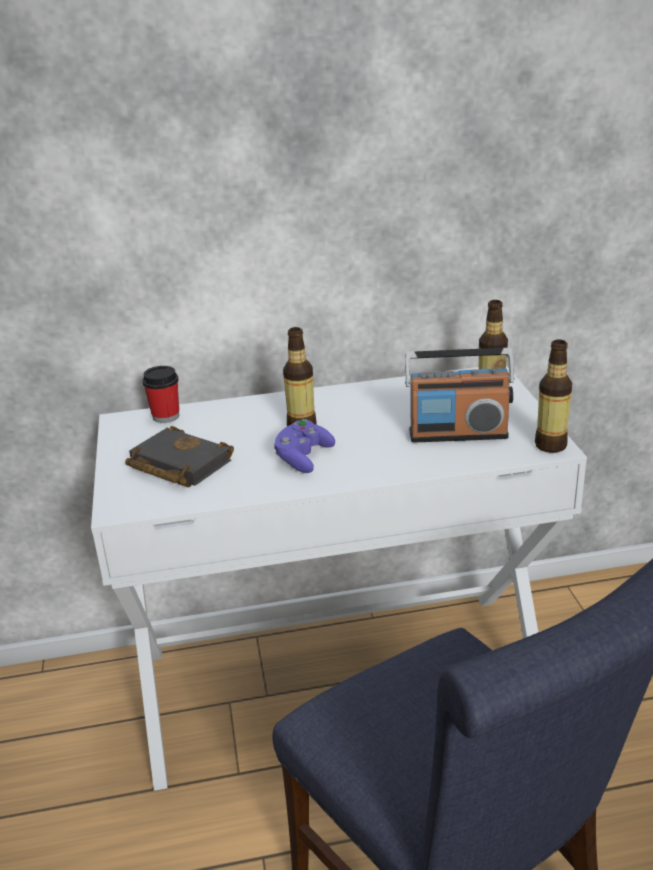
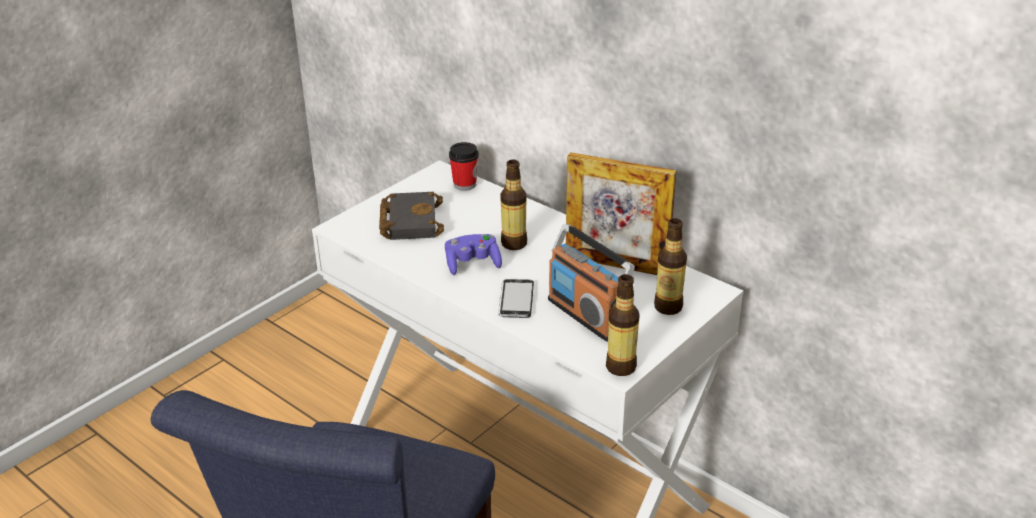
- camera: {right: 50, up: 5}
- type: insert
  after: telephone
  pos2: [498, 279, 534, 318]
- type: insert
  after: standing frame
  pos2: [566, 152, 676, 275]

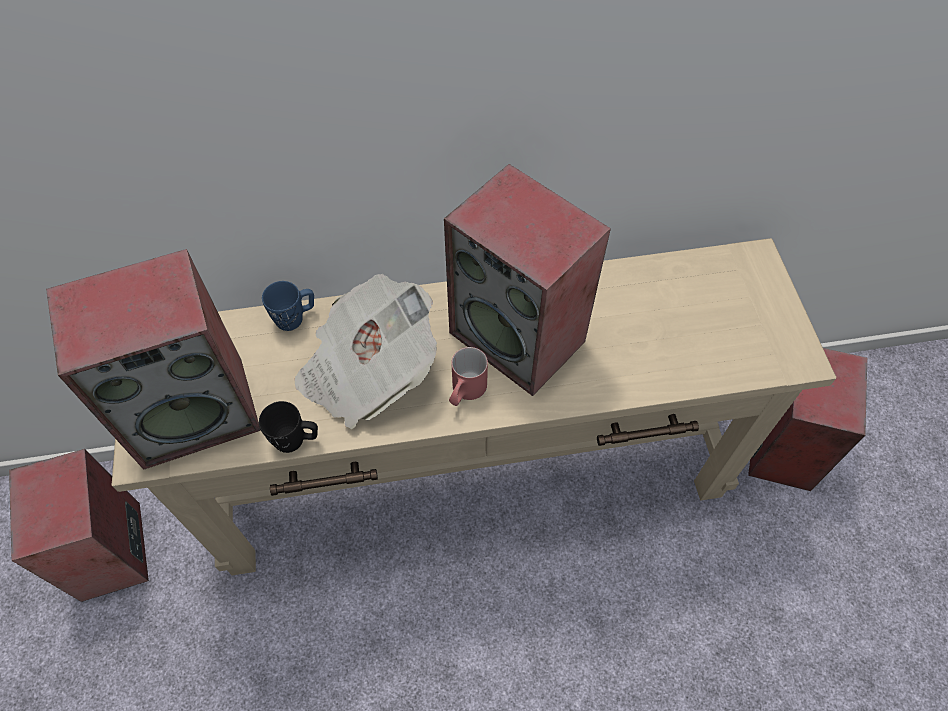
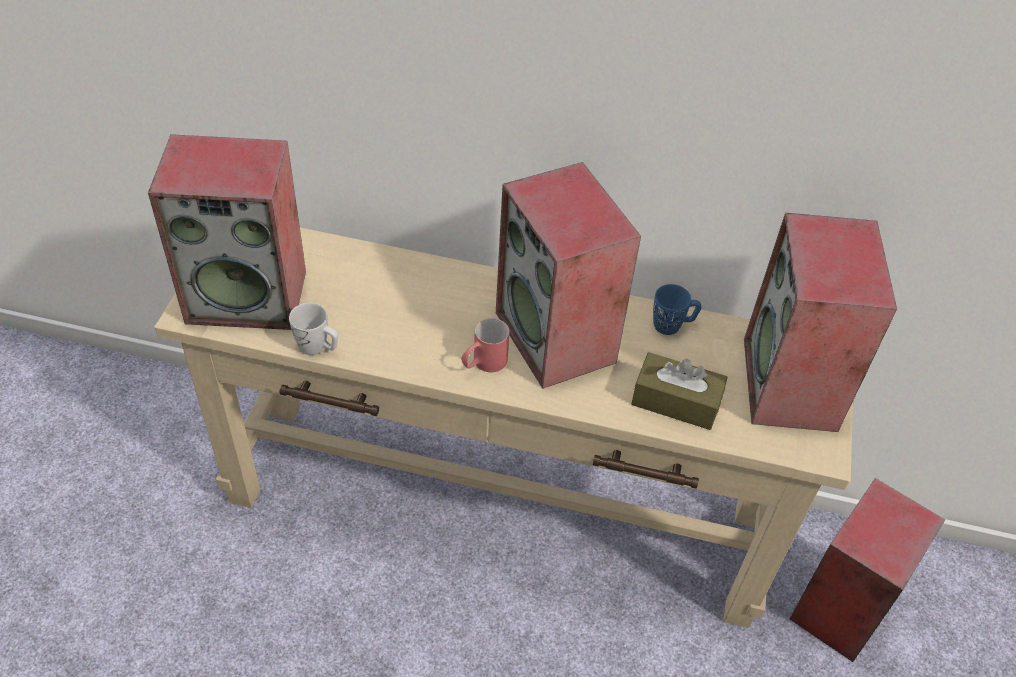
- camera: {right: 20, up: -10}
- type: delete
  before: printed paper
  pos1: [294, 274, 437, 429]
- type: insert
  after: box of tissues (brownish)
  pos2: [631, 352, 728, 430]
- type: move
  before: loudspeaker
  pos1: [9, 449, 149, 602]
  pos2: [744, 213, 897, 432]
- type: move
  before: mug (bluish)
  pos1: [262, 281, 314, 331]
  pos2: [653, 284, 702, 335]
- type: recolor
  before: mug (black-coloured)
  after: mug (whitish)
  pos1: [259, 401, 318, 453]
  pos2: [289, 303, 338, 355]

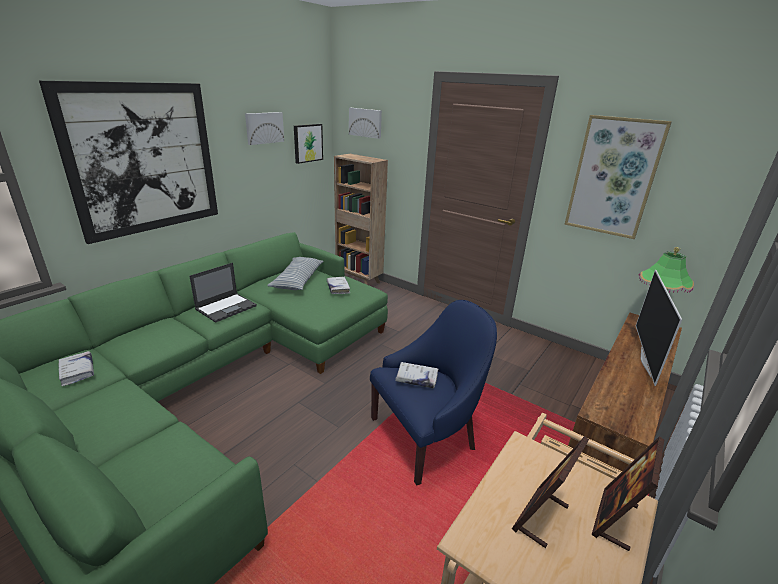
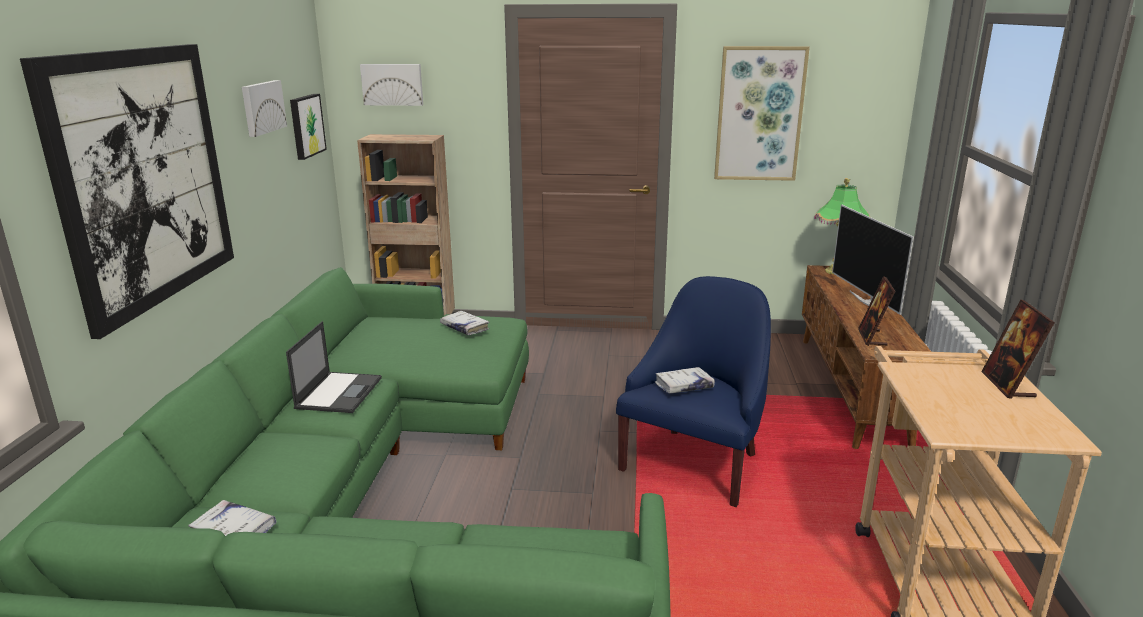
- camera: {right: -30, up: -5}
- type: delete
  before: pillow
  pos1: [267, 257, 324, 290]
- type: move
  before: standing frame
  pos1: [512, 436, 589, 548]
  pos2: [858, 276, 895, 346]

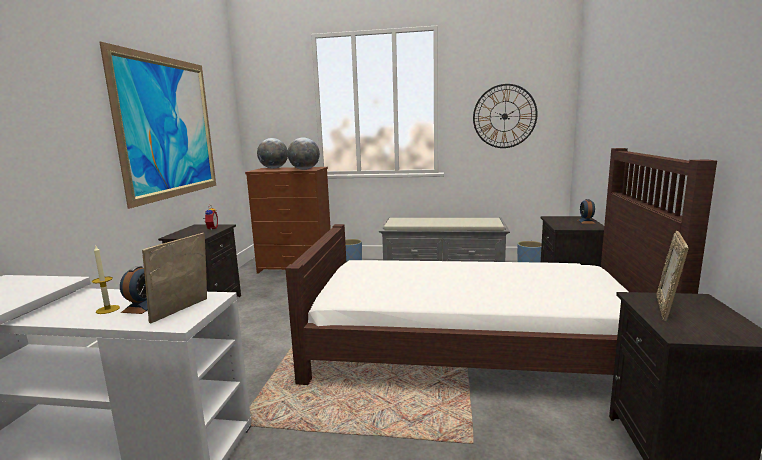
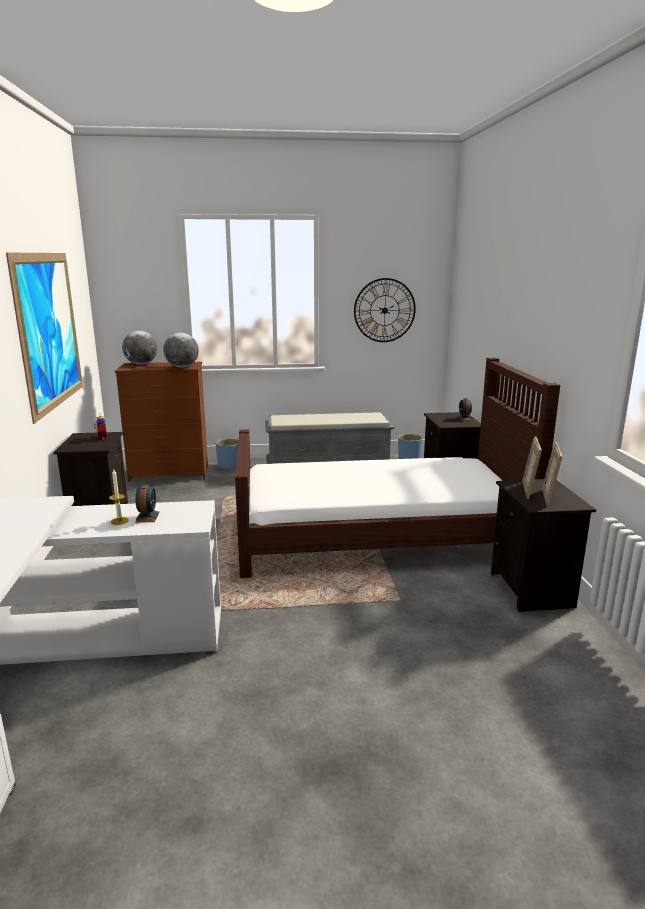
- camera: {right: -15, up: 5}
- type: move
  before: standing frame
  pos1: [142, 233, 207, 324]
  pos2: [542, 442, 562, 506]

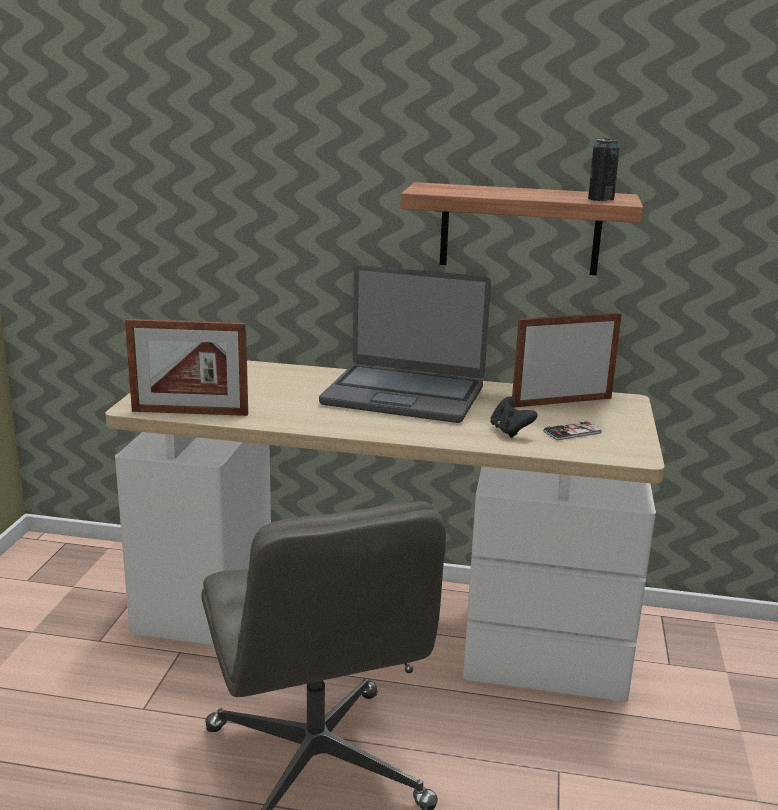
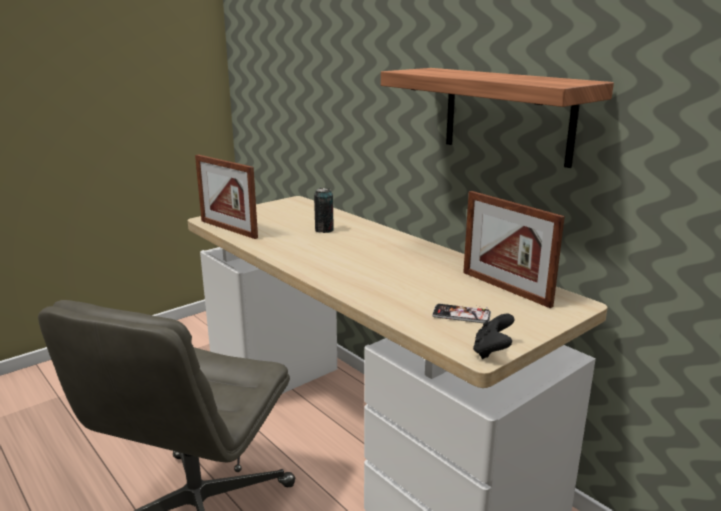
- camera: {right: 40, up: 0}
- type: delete
  before: laptop
  pos1: [319, 265, 491, 423]
- type: move
  before: gamepad (black-coloured)
  pos1: [490, 396, 538, 438]
  pos2: [473, 313, 514, 359]
- type: move
  before: can
  pos1: [588, 138, 620, 201]
  pos2: [314, 188, 334, 233]
- type: rotate
  before: standing frame
  pos1: [512, 312, 622, 408]
  pos2: [463, 191, 565, 308]
  turn: -150

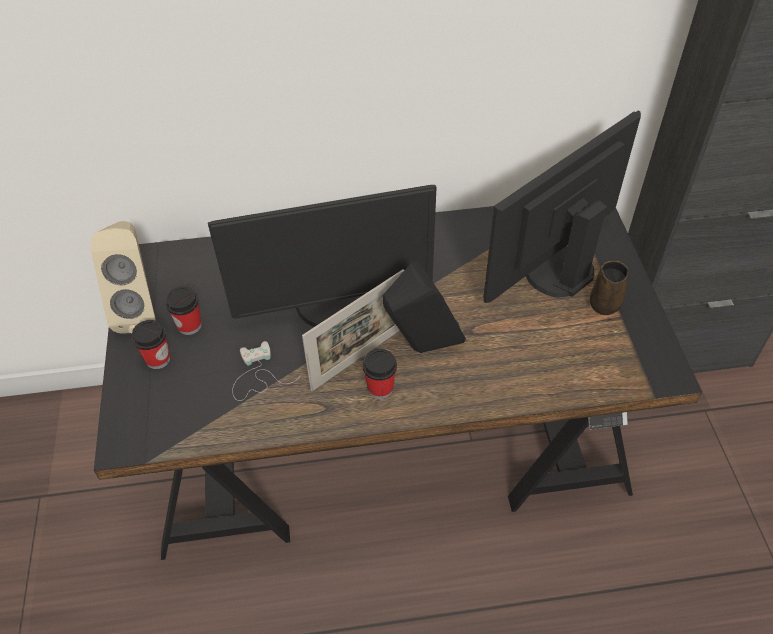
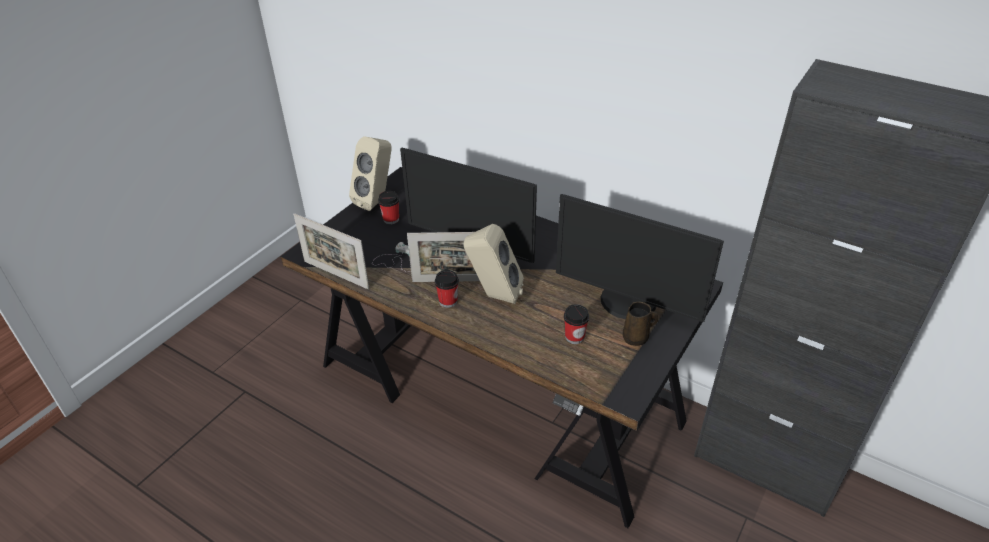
- camera: {right: 40, up: -10}
- type: insert
  after: standing frame
  pos2: [293, 213, 369, 290]
- type: move
  before: cup
  pos1: [132, 320, 170, 369]
  pos2: [564, 304, 589, 344]
- type: recolor
  before: loudspeaker (black-coloured)
  after: loudspeaker (beige)
  pos1: [383, 261, 466, 353]
  pos2: [464, 224, 524, 304]
- type: rotate
  before: computer display
  pos1: [483, 111, 641, 303]
  pos2: [556, 194, 724, 322]
  turn: -150

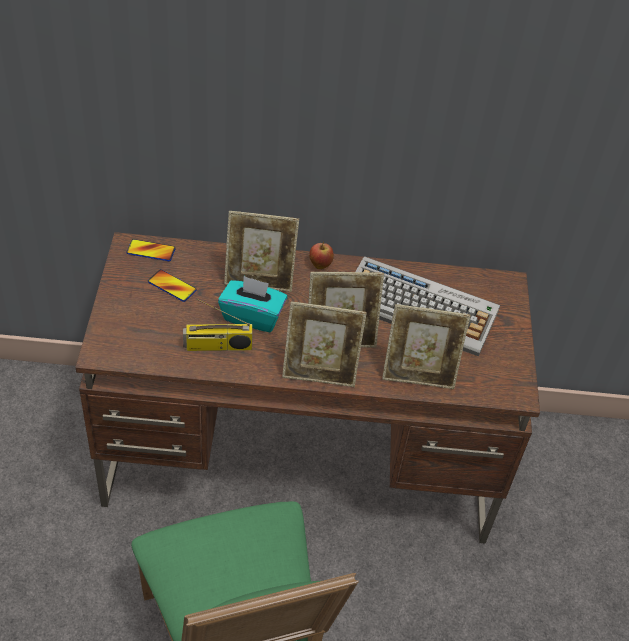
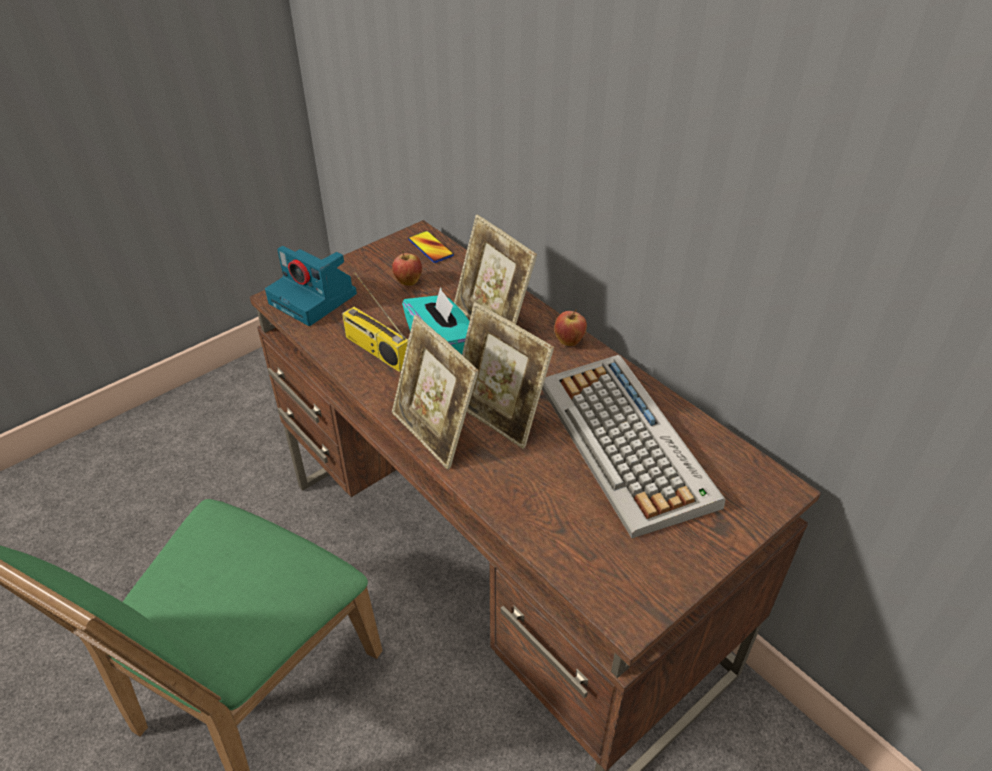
- camera: {right: 50, up: -5}
- type: delete
  before: standing frame
  pos1: [382, 304, 471, 389]
- type: insert
  after: still camera
  pos2: [265, 246, 357, 326]
- type: replace
  before: telephone
  after: whole apple
  pos1: [148, 269, 197, 302]
  pos2: [392, 251, 422, 286]

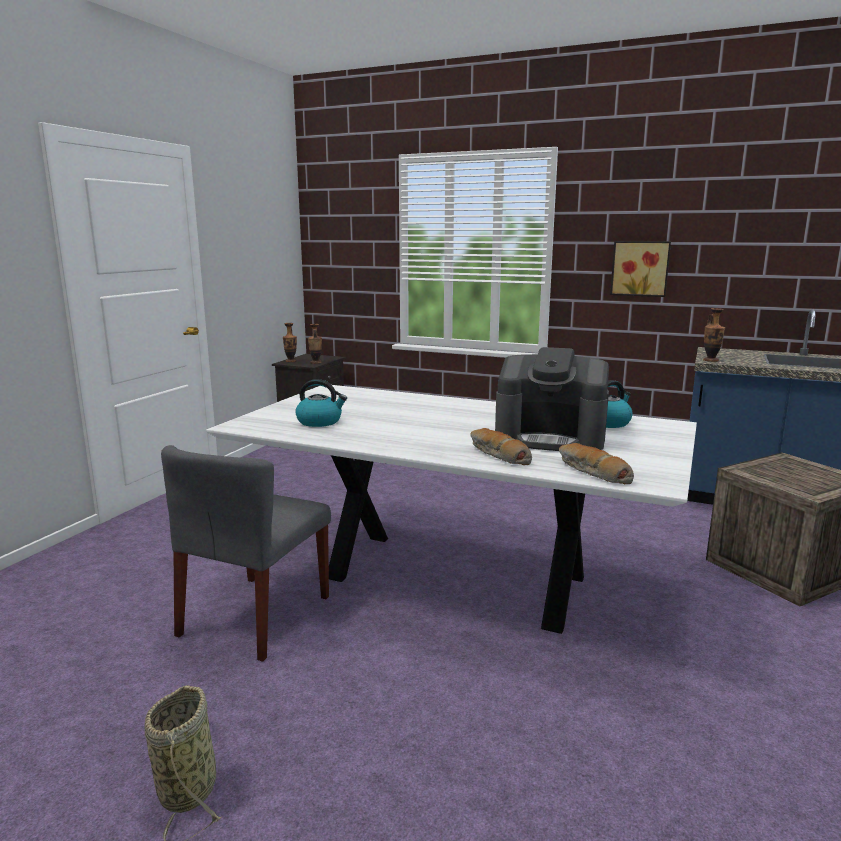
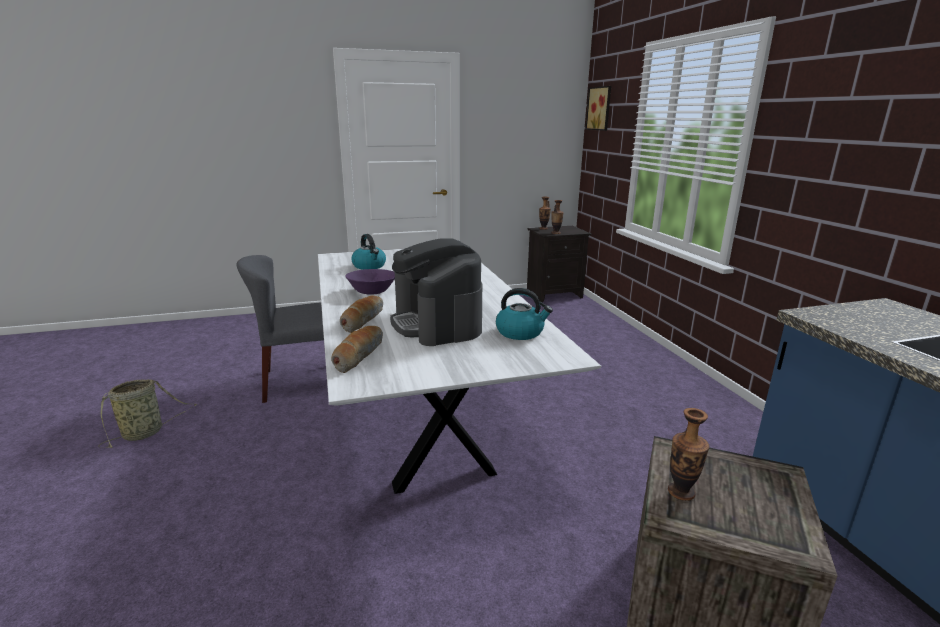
- camera: {right: 50, up: 5}
- type: insert
  after: deep dish (purple)
  pos2: [345, 269, 395, 295]
- type: move
  before: wall picture
  pos1: [610, 241, 671, 297]
  pos2: [585, 86, 611, 131]
- type: move
  before: flower vase
  pos1: [703, 308, 725, 362]
  pos2: [668, 408, 709, 501]

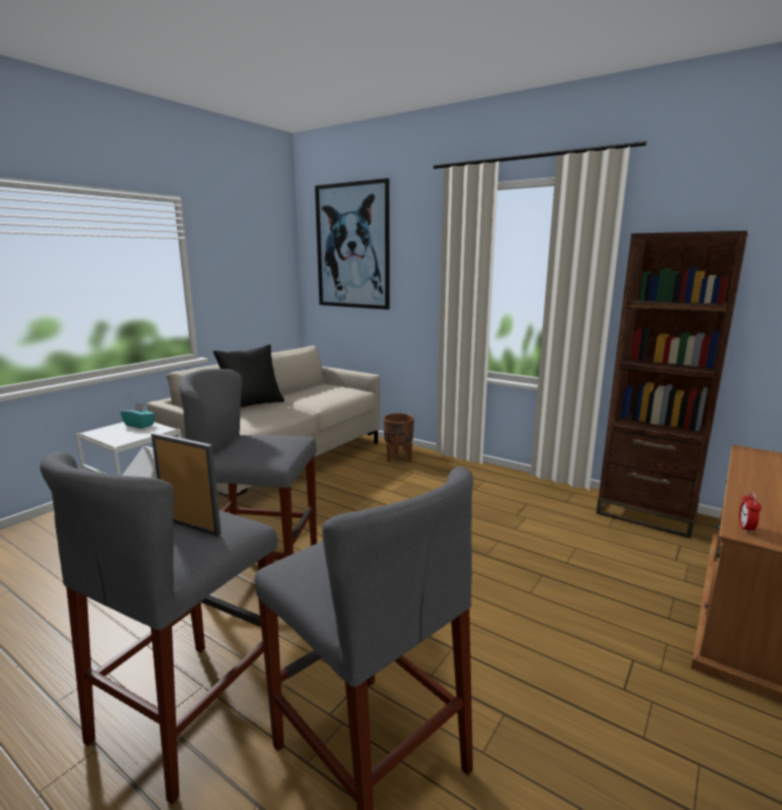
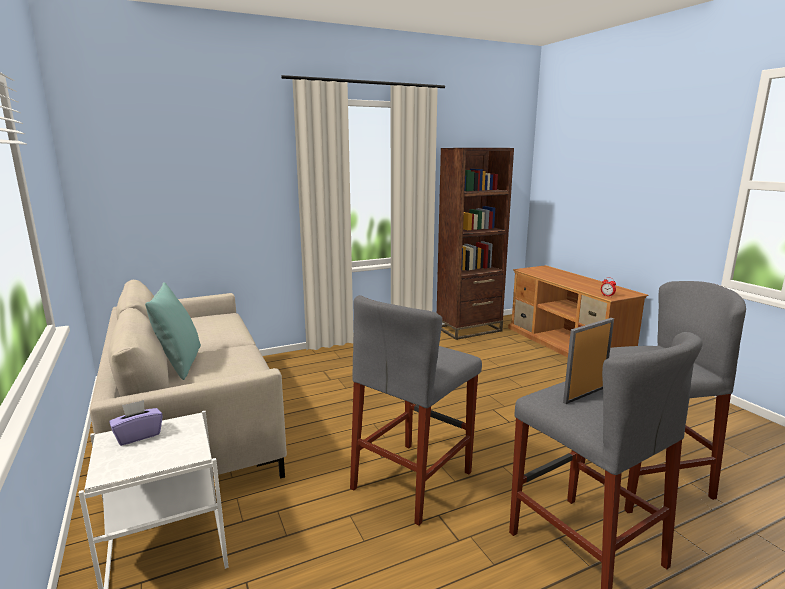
- camera: {right: -60, up: 0}
- type: delete
  before: wall picture
  pos1: [315, 178, 389, 310]
- type: delete
  before: flower pot (brownish)
  pos1: [383, 413, 414, 462]
- type: recolor
  before: box of tissues (blue-green)
  after: box of tissues (purple)
  pos1: [120, 403, 156, 428]
  pos2: [109, 400, 163, 446]
- type: recolor
  before: pillow (black-coloured)
  after: pillow (blue-green)
  pos1: [213, 345, 284, 407]
  pos2: [145, 282, 201, 380]

